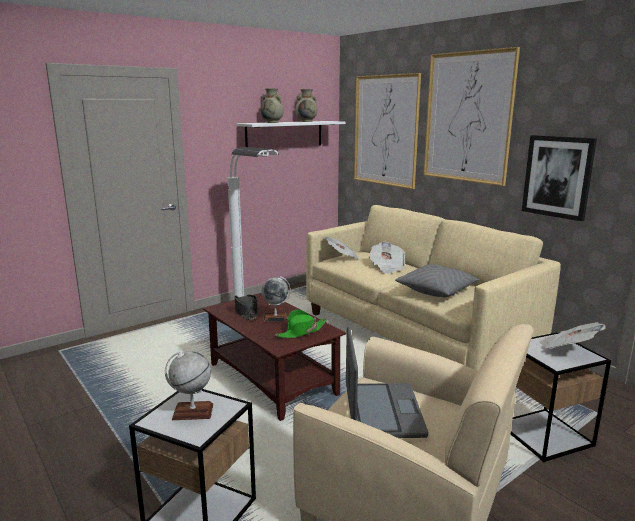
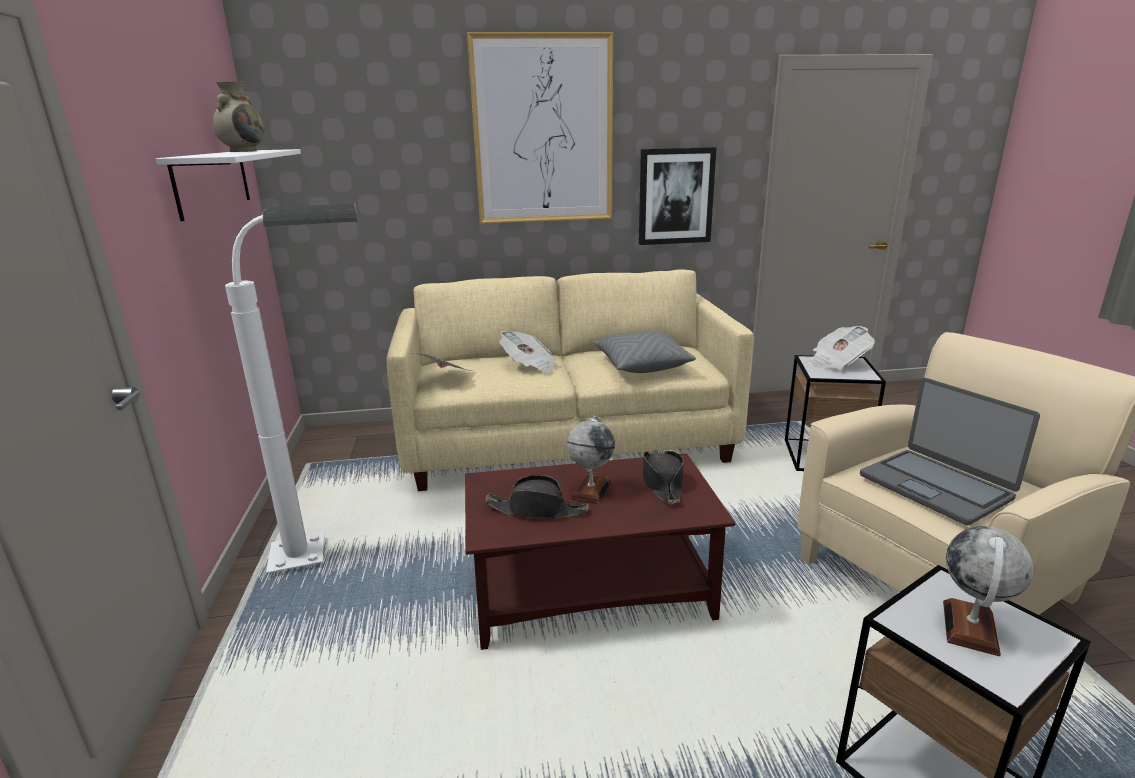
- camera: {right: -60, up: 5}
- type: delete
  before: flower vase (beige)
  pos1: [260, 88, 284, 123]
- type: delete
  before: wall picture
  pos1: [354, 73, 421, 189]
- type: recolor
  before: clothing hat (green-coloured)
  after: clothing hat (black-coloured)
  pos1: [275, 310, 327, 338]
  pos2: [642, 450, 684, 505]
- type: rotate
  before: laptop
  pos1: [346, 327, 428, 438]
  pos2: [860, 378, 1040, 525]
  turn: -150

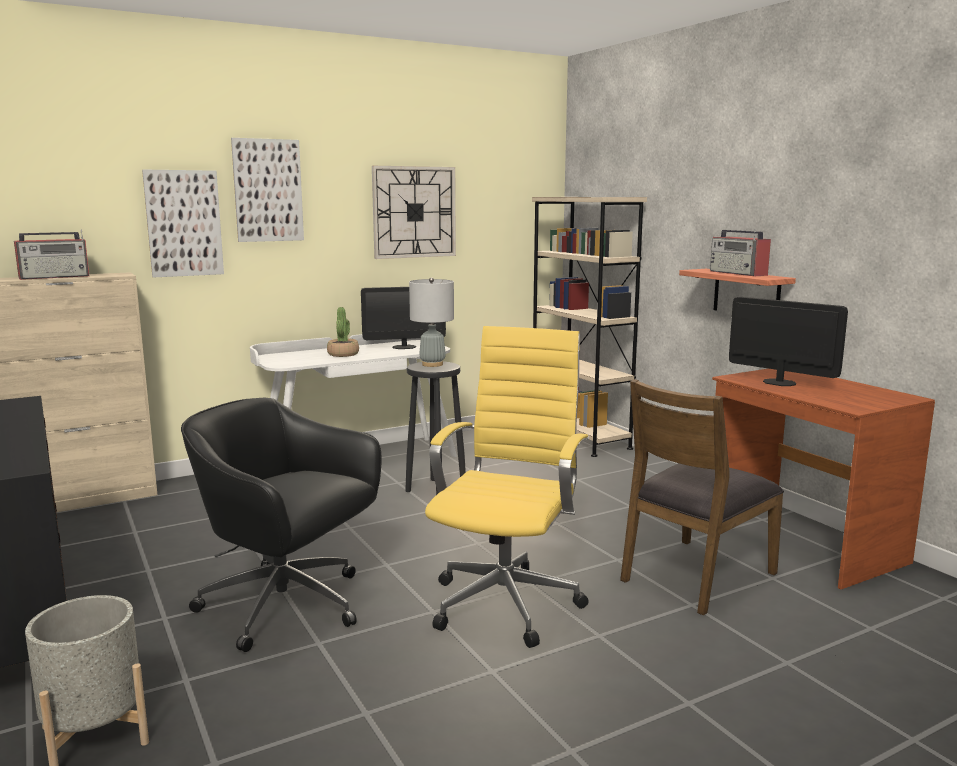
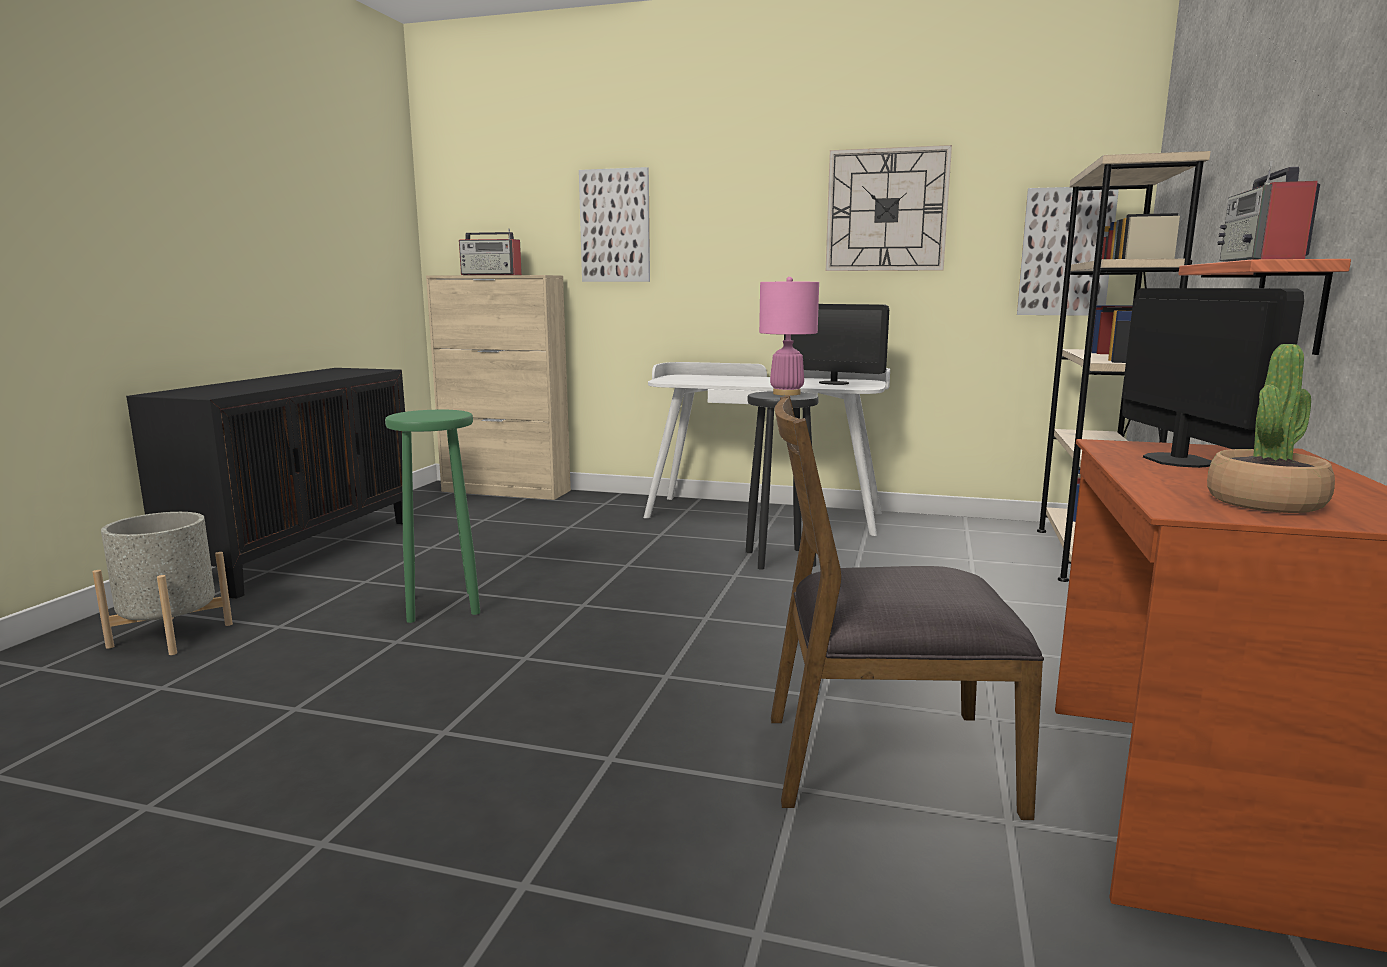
- camera: {right: 45, up: 0}
- type: delete
  before: desk chair (yellow-coloured)
  pos1: [425, 326, 589, 648]
- type: move
  before: wall picture
  pos1: [231, 138, 304, 242]
  pos2: [1017, 187, 1119, 316]
- type: move
  before: potted plant
  pos1: [327, 307, 359, 357]
  pos2: [1207, 344, 1335, 513]
- type: replace
  before: desk chair (black-coloured)
  after: stool (green-coloured)
  pos1: [181, 398, 381, 652]
  pos2: [385, 410, 480, 623]
- type: recolor
  before: table lamp (grey)
  after: table lamp (pink-coloured)
  pos1: [409, 278, 454, 367]
  pos2: [759, 277, 819, 396]

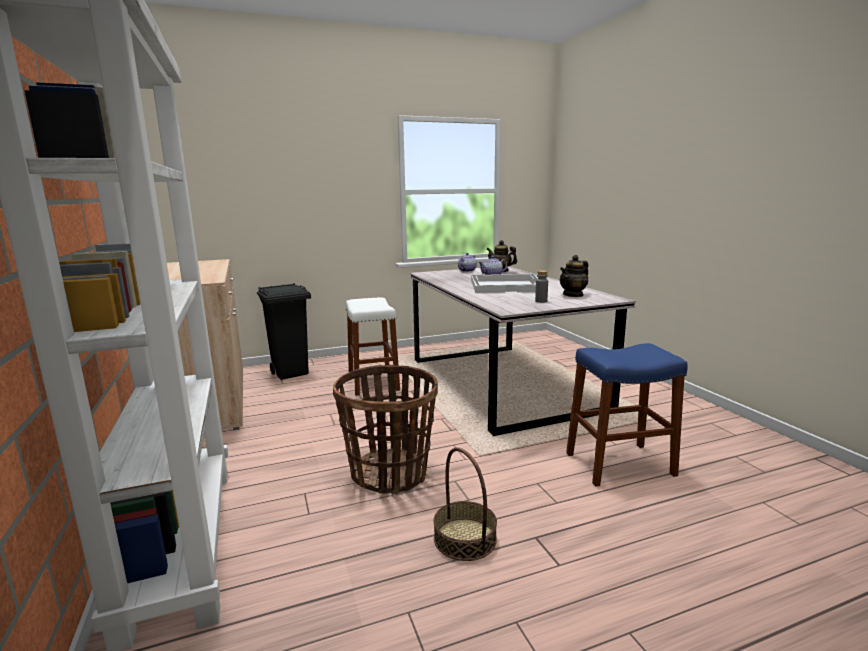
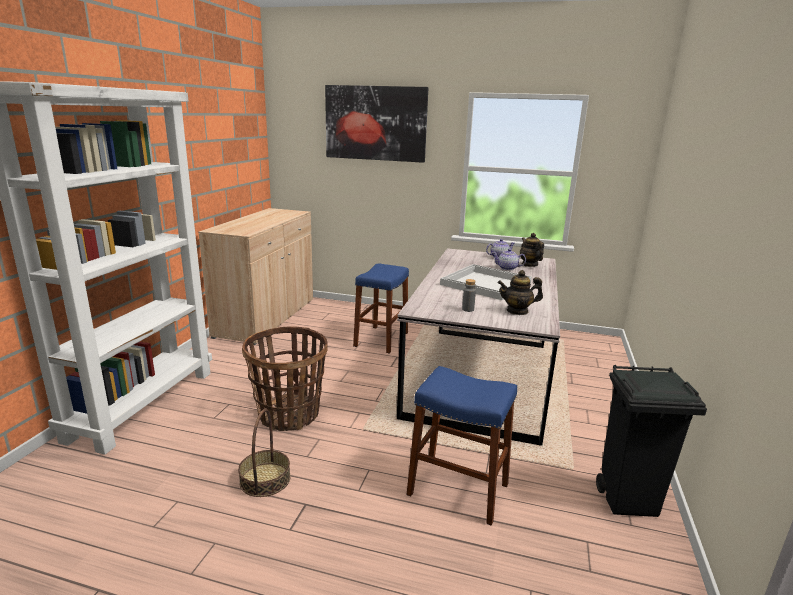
- camera: {right: 35, up: 5}
- type: insert
  after: wall picture
  pos2: [325, 85, 429, 163]
- type: move
  before: rubbish bin (black-coloured)
  pos1: [257, 283, 311, 380]
  pos2: [596, 365, 707, 517]
- type: recolor
  before: stool (whitish)
  after: stool (bluish)
  pos1: [346, 297, 400, 396]
  pos2: [353, 264, 409, 354]

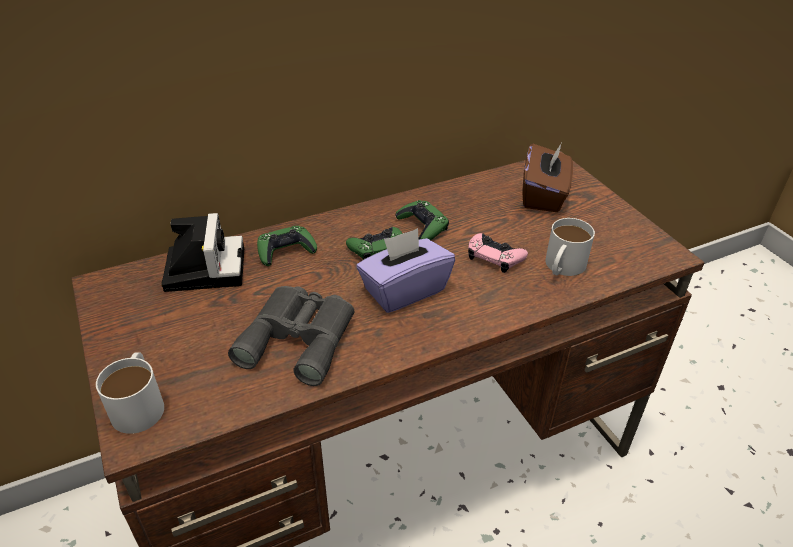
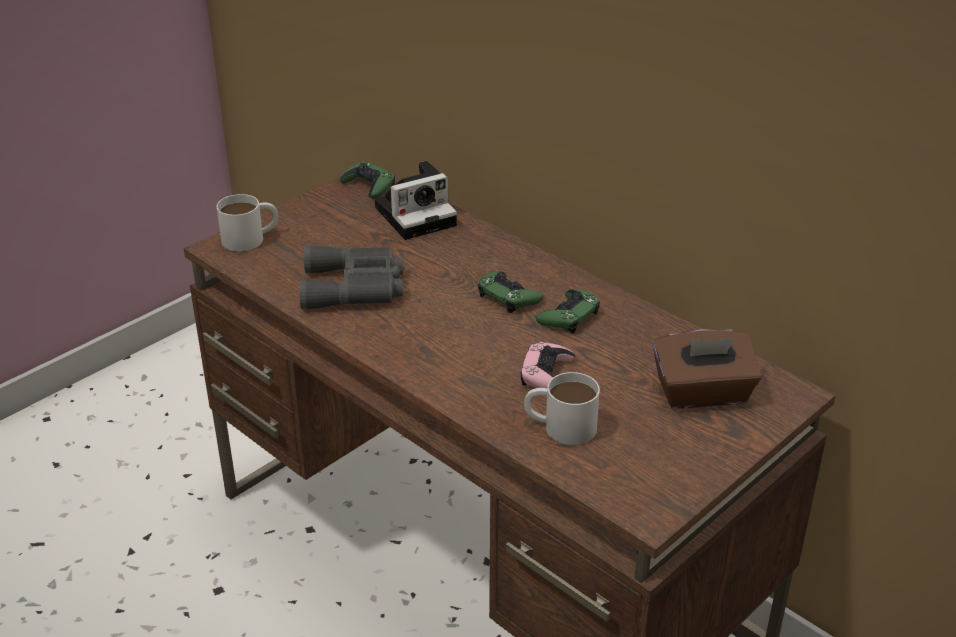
- camera: {right: 70, up: -5}
- type: delete
  before: box of tissues (purple)
  pos1: [357, 228, 455, 313]
- type: move
  before: gamepad (green-coloured)
  pos1: [257, 226, 317, 266]
  pos2: [339, 162, 395, 199]

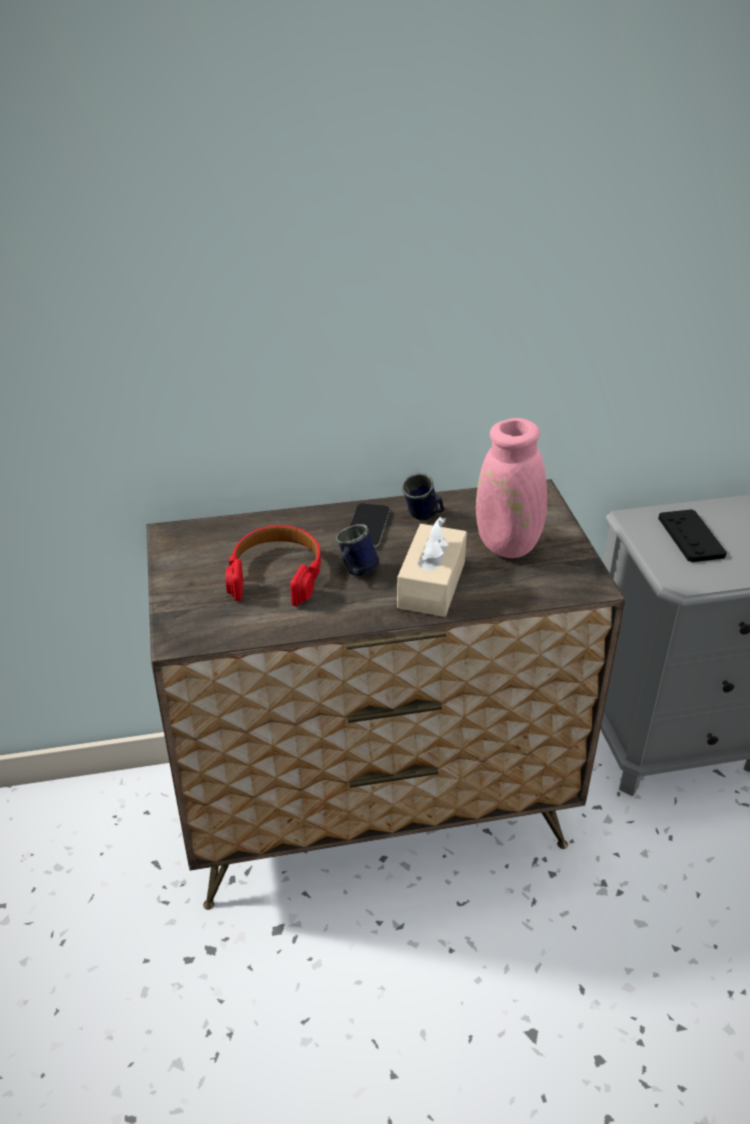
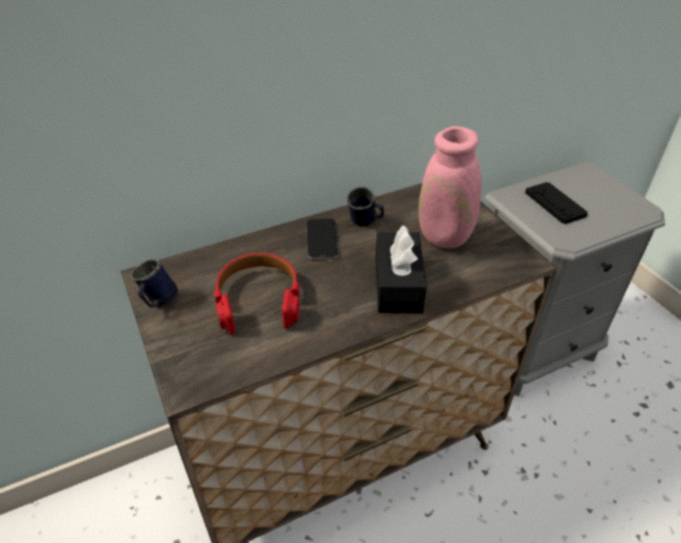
- camera: {right: -15, up: 5}
- type: move
  before: mug (bluish)
  pos1: [336, 524, 380, 576]
  pos2: [131, 258, 178, 308]
- type: recolor
  before: box of tissues (beige)
  after: box of tissues (black-coloured)
  pos1: [397, 517, 467, 617]
  pos2: [375, 225, 427, 313]

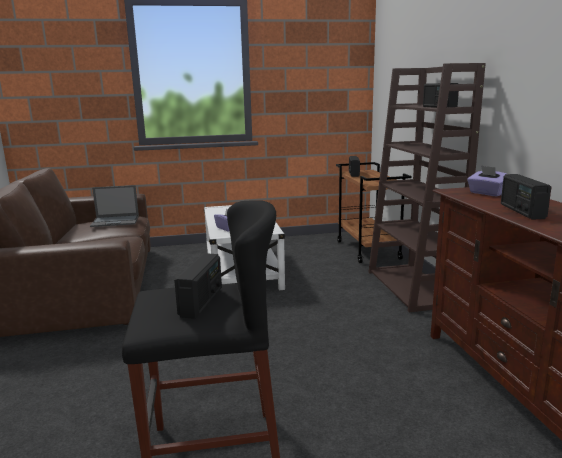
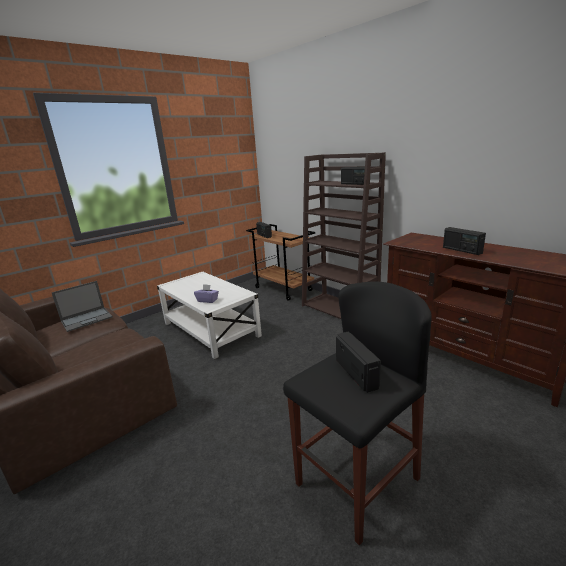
- camera: {right: -30, up: 5}
- type: delete
  before: box of tissues (purple)
  pos1: [467, 165, 507, 196]

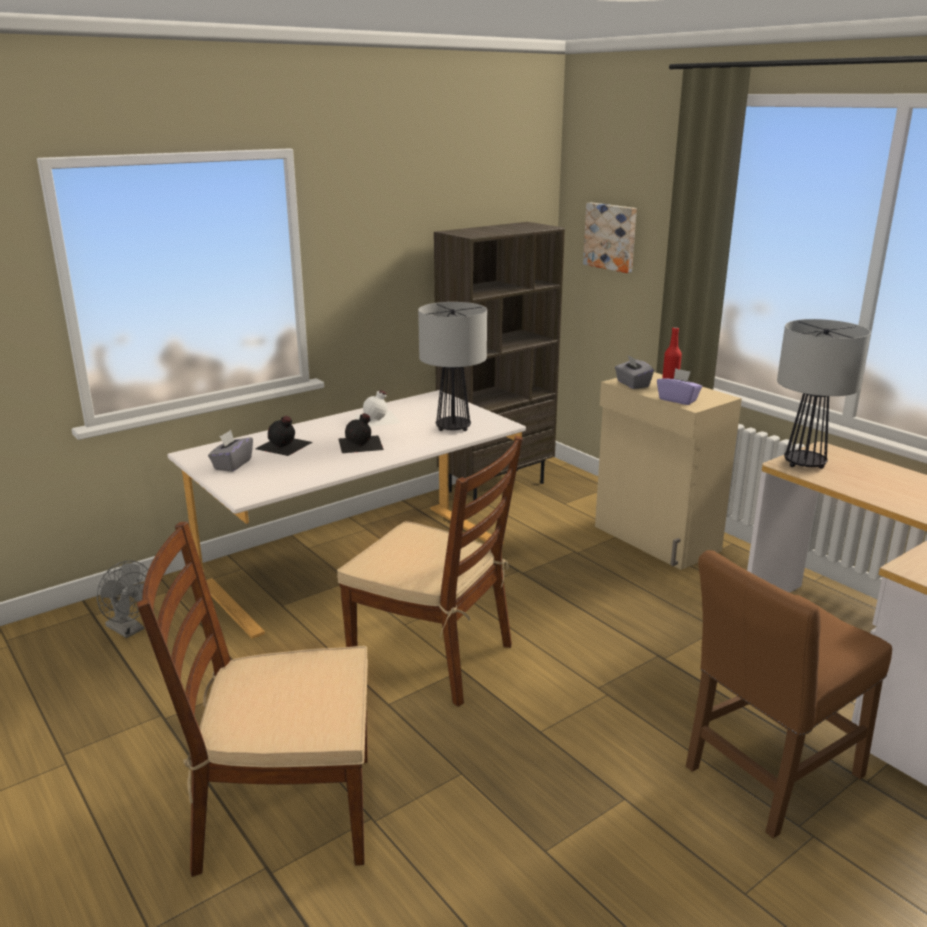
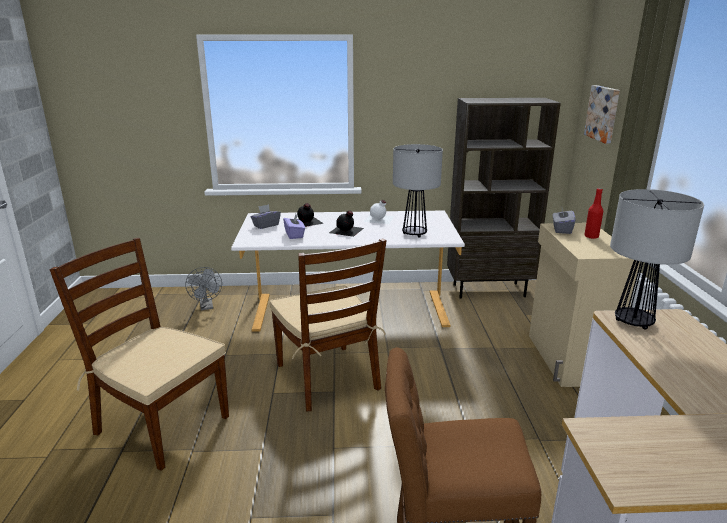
- camera: {right: 35, up: 0}
- type: move
  before: box of tissues (purple)
  pos1: [657, 368, 702, 405]
  pos2: [283, 214, 305, 239]

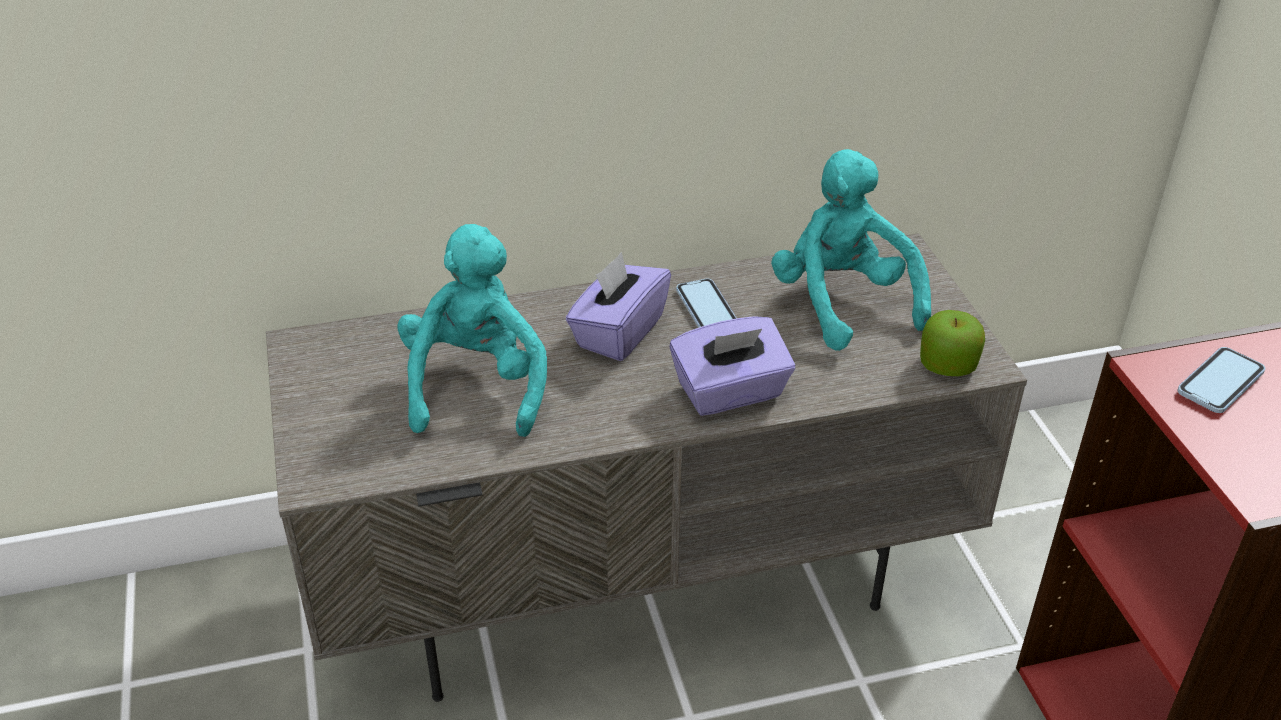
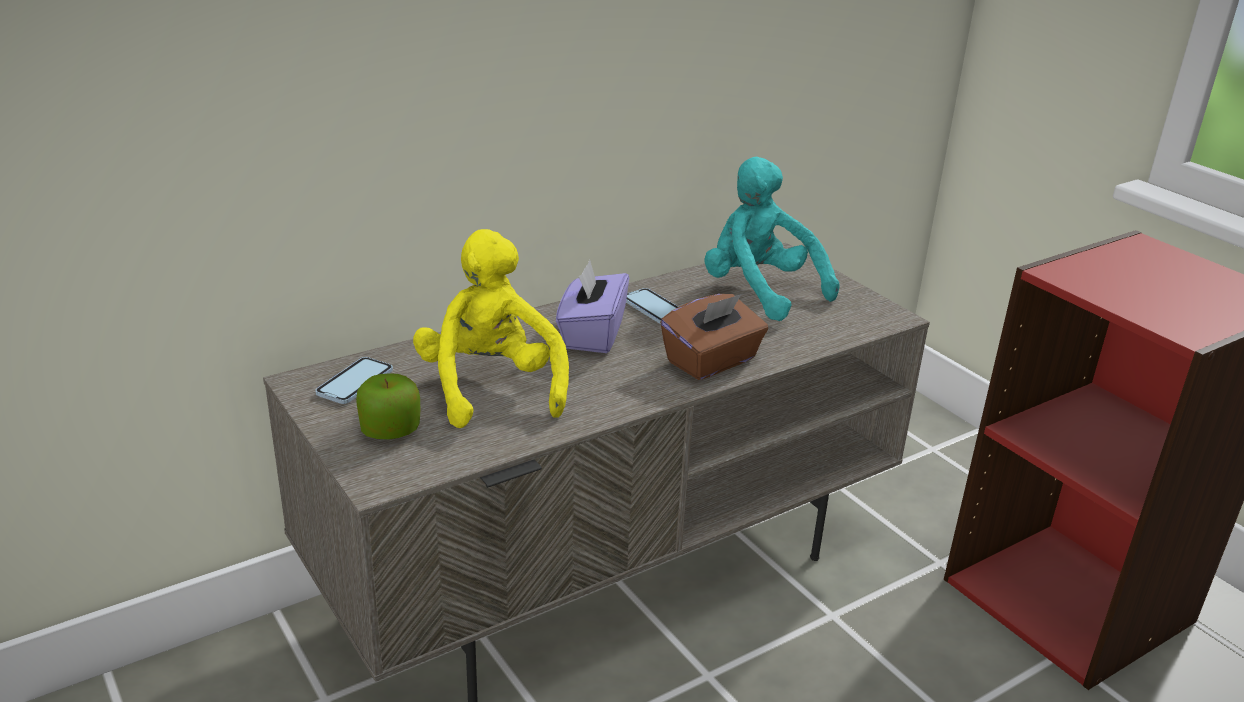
- camera: {right: -20, up: -10}
- type: move
  before: whole apple
  pos1: [920, 310, 985, 376]
  pos2: [356, 373, 420, 440]
- type: move
  before: telephone
  pos1: [1177, 347, 1265, 413]
  pos2: [315, 357, 393, 404]
- type: recolor
  before: cuddly toy (blue-green)
  after: cuddly toy (yellow-coloured)
  pos1: [397, 224, 547, 437]
  pos2: [413, 229, 569, 428]
- type: recolor
  before: box of tissues (purple)
  after: box of tissues (brownish)
  pos1: [670, 316, 795, 416]
  pos2: [660, 294, 768, 380]

